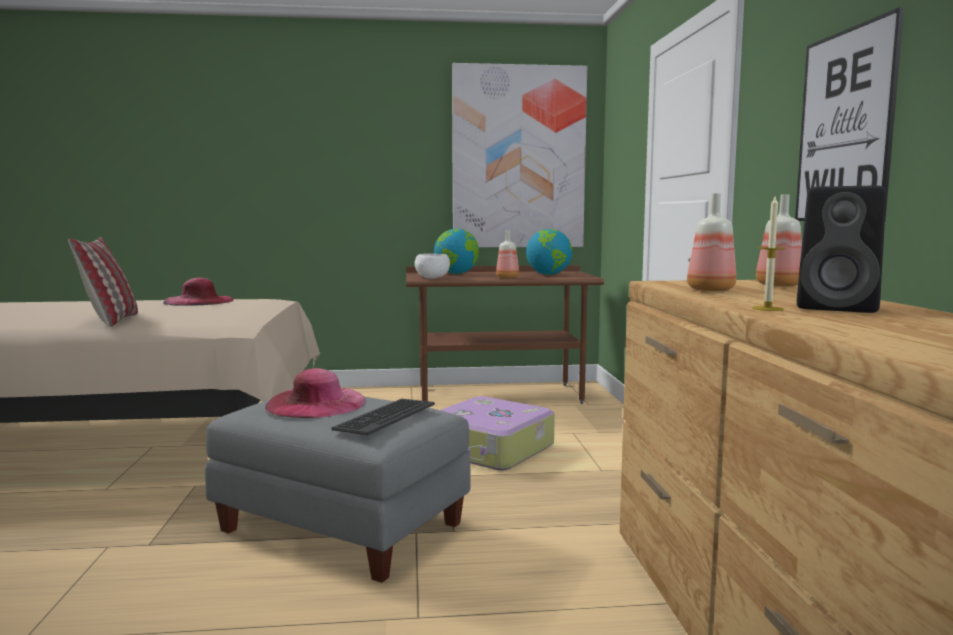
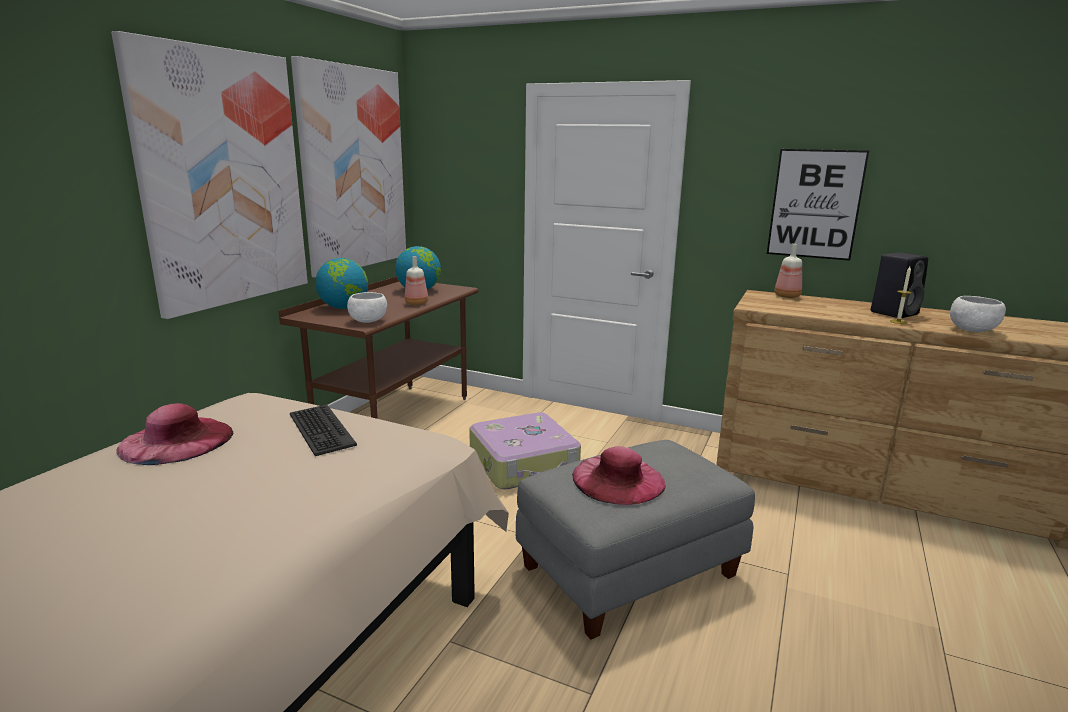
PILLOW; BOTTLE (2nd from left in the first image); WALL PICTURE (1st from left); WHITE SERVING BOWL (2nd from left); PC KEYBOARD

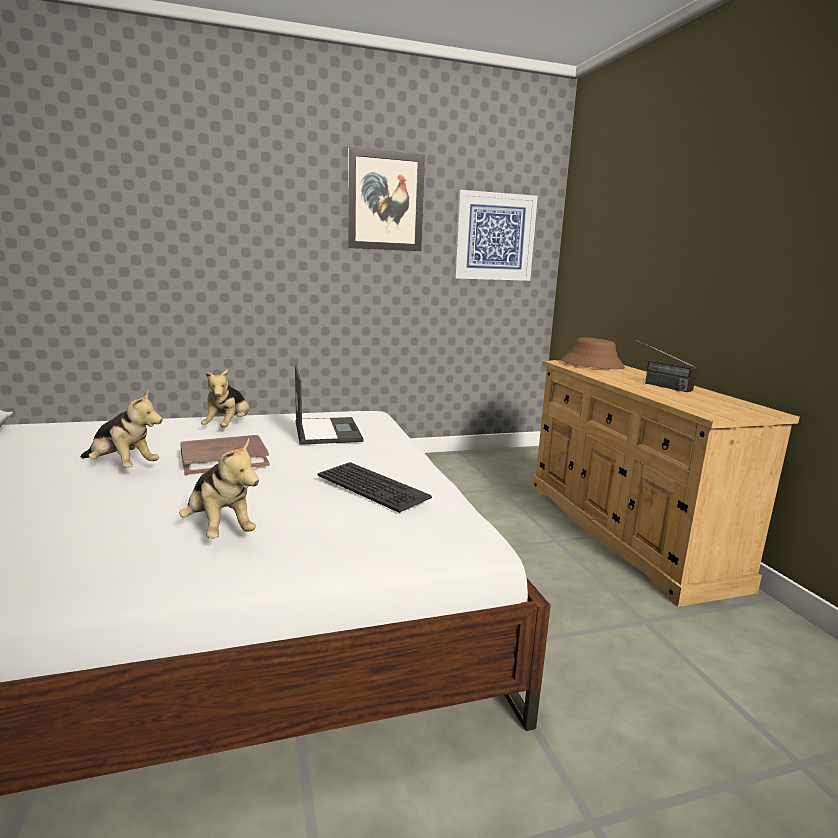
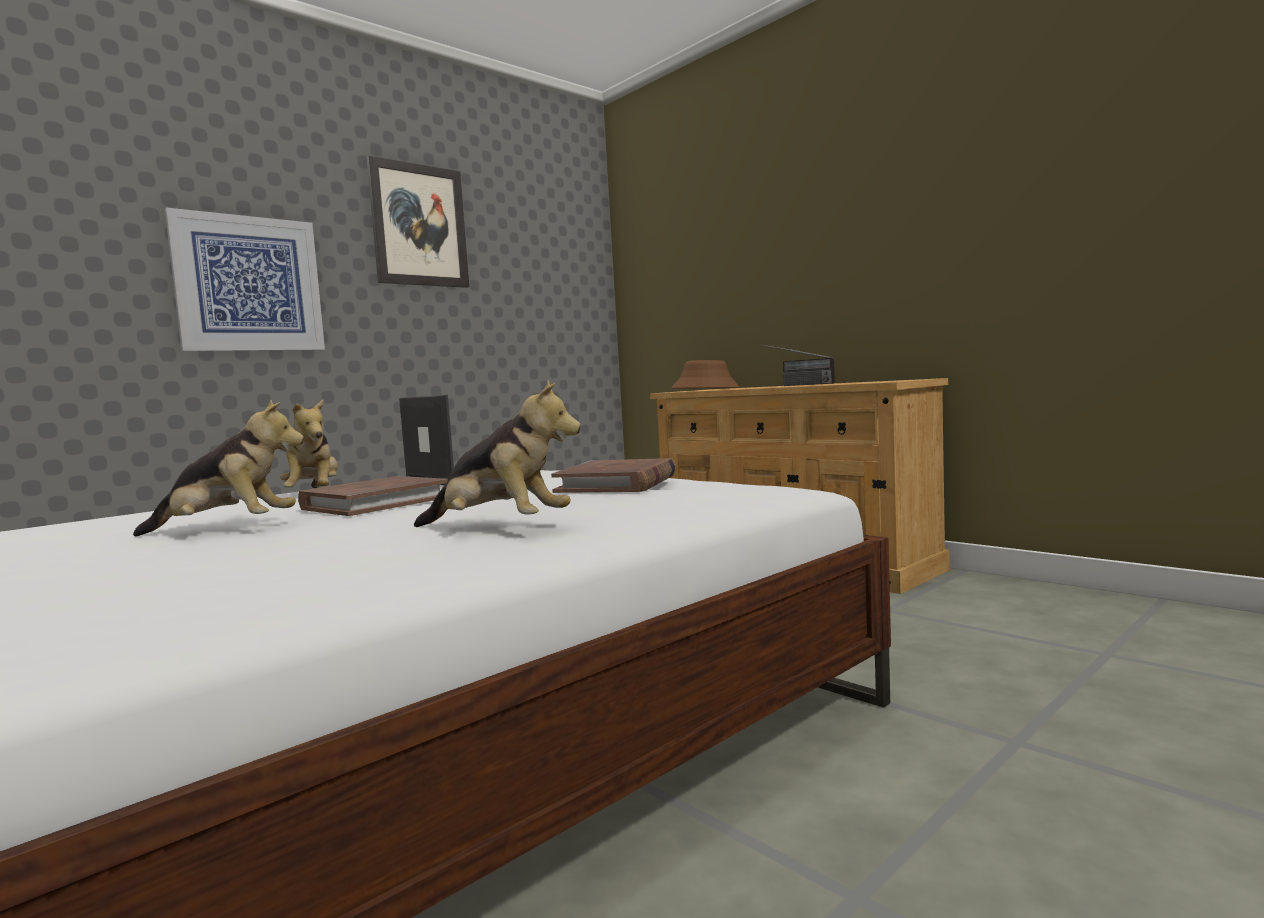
WALL PICTURE (1st from left); BROWNISH BOUND BOOK (2nd from left)

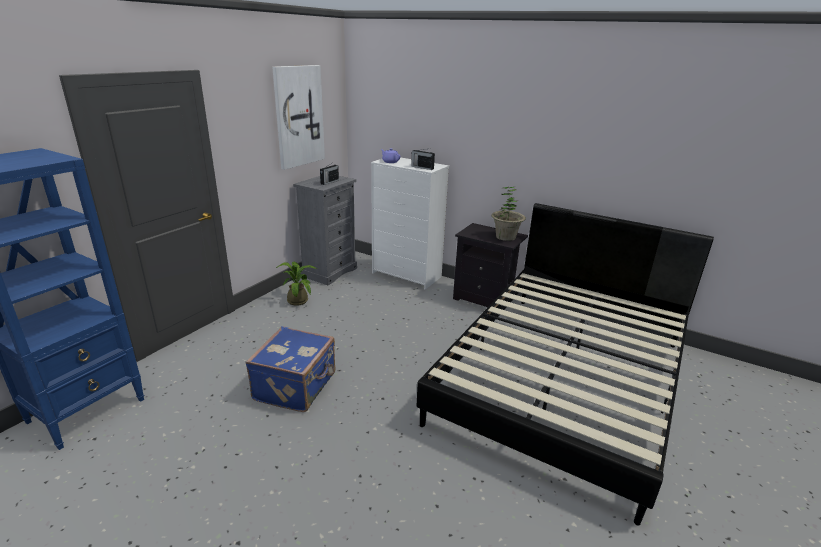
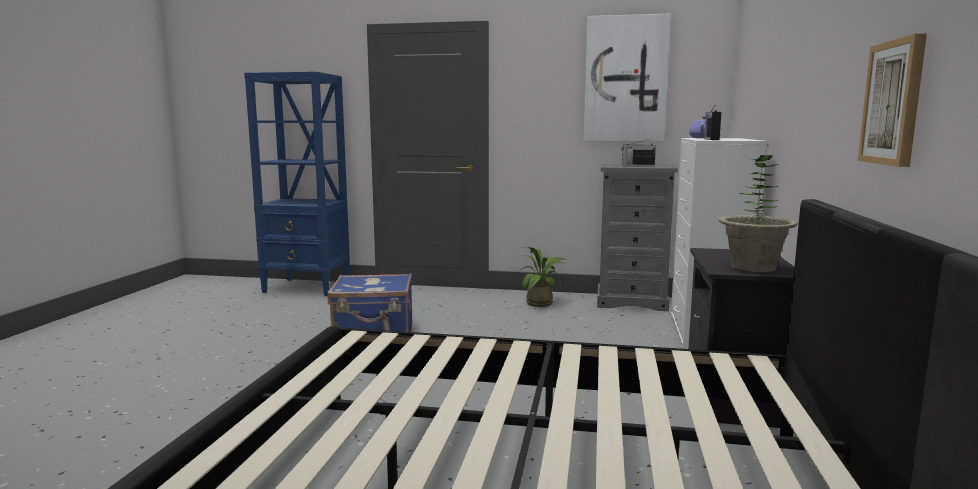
WALL PICTURE (2nd from left)

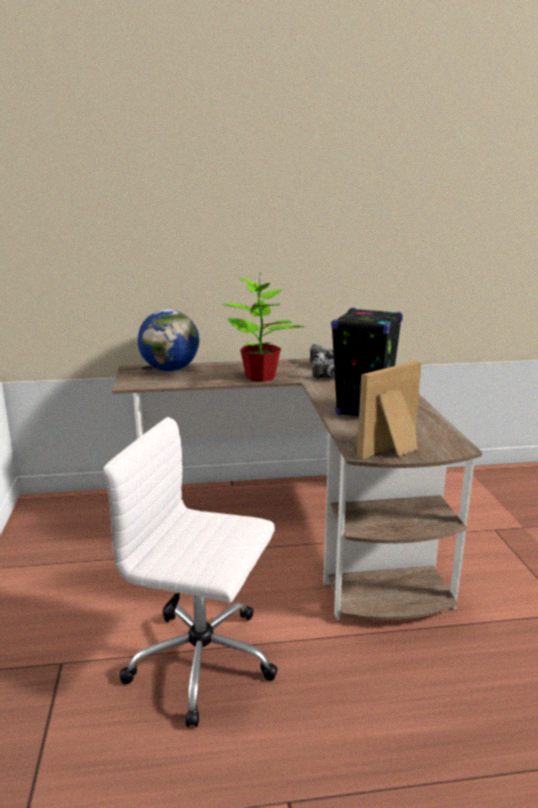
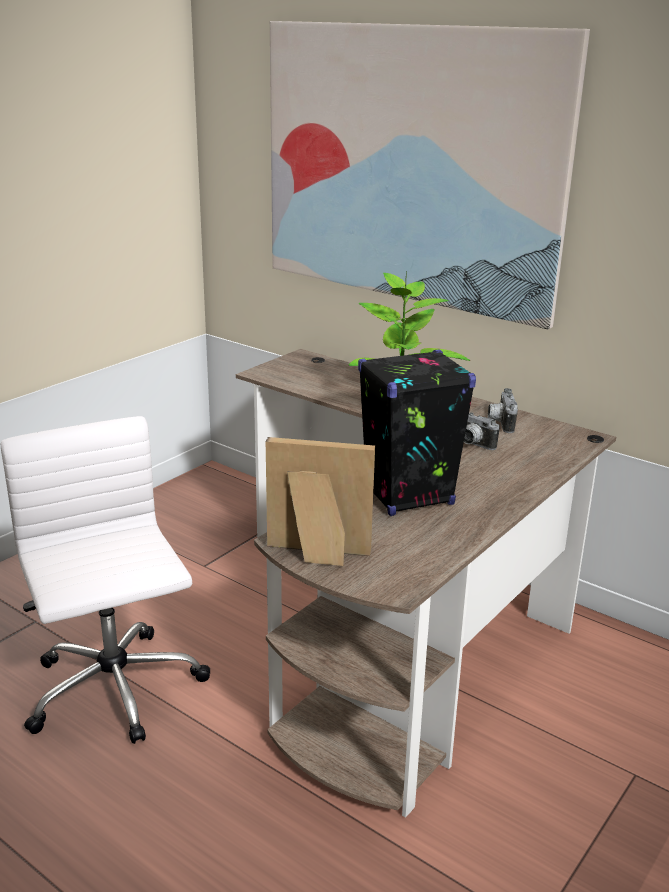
WORLD GLOBE; WALL PICTURE

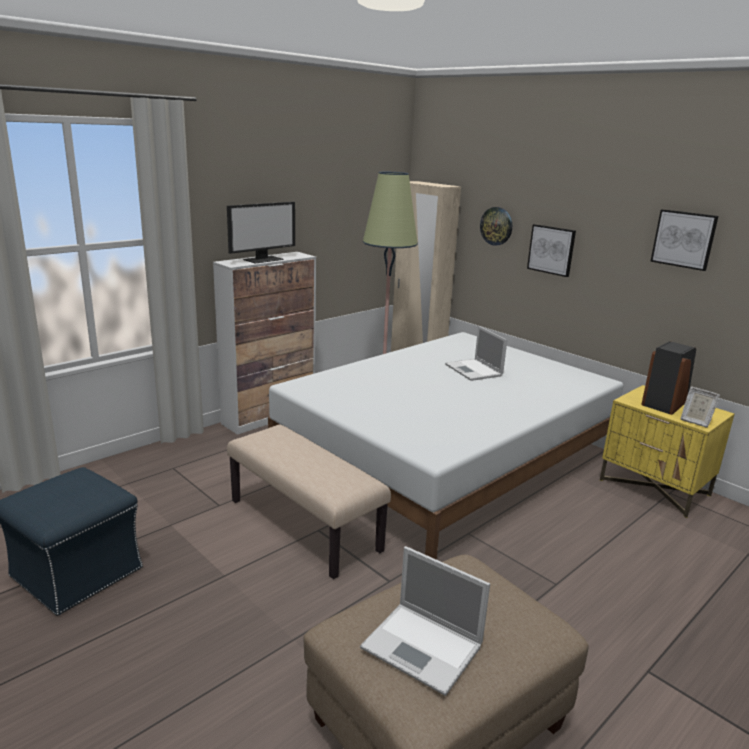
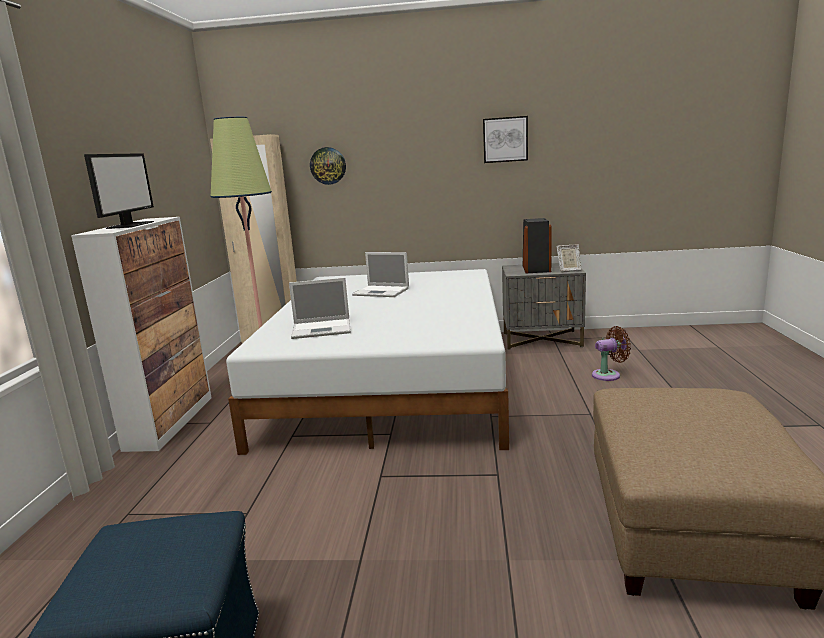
BEIGE-COLOURED INDOOR BENCH; WALL PICTURE (1st from left in the first image); BROWNISH ELECTRIC FAN; LAPTOP (1st from left); GRAY NIGHT TABLE

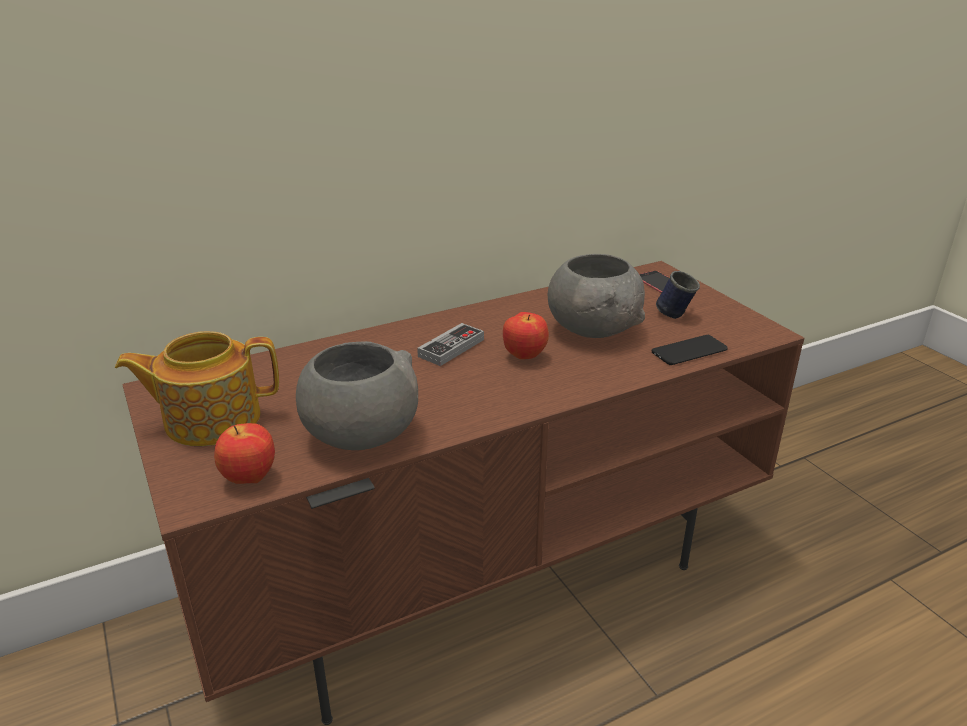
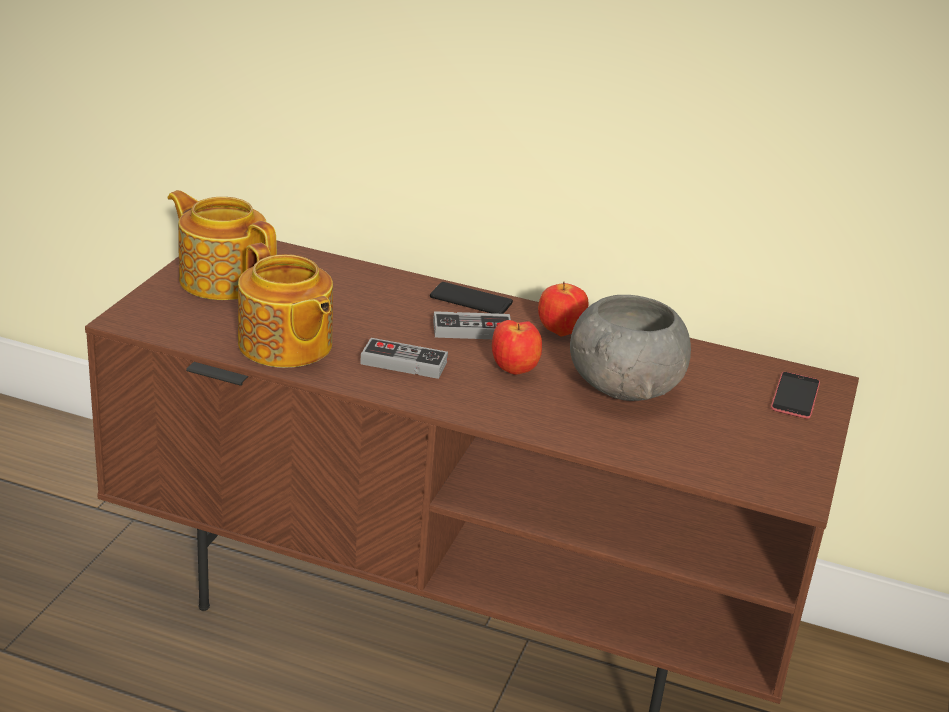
BLUE-COLOURED TEA MUG; GAMEPAD (1st from left); WHOLE APPLE (2nd from left); HANDSET (1st from left); POT FOR TEA (2nd from left)

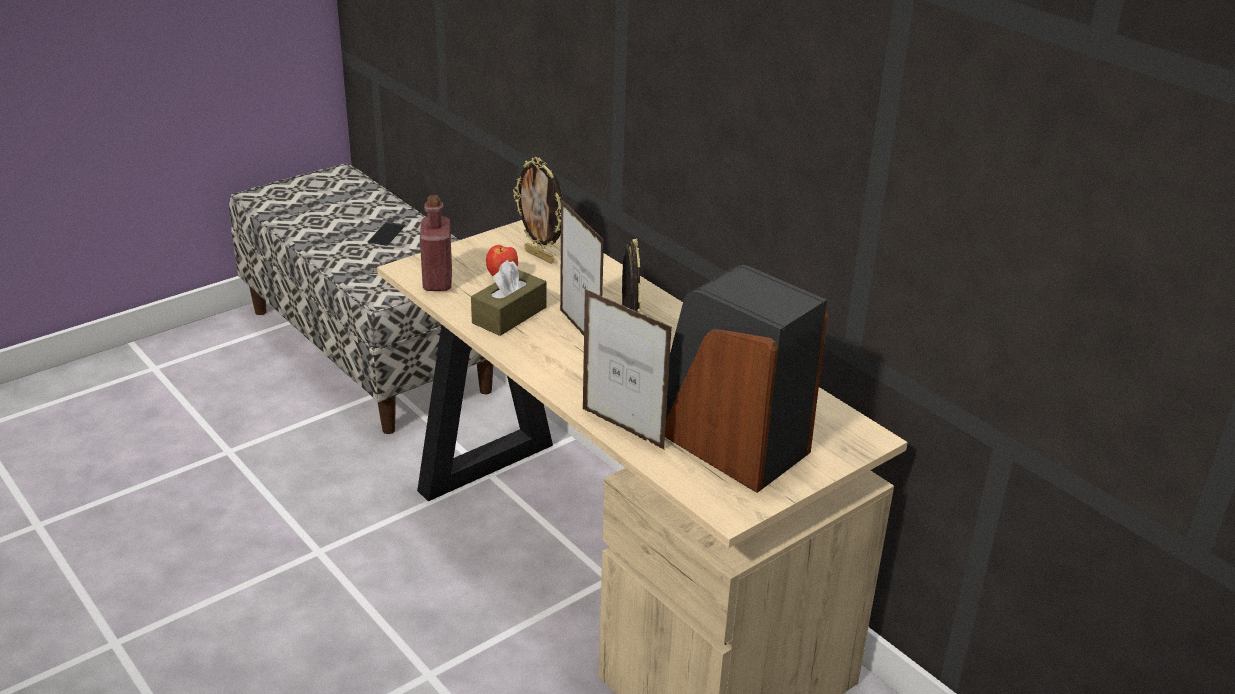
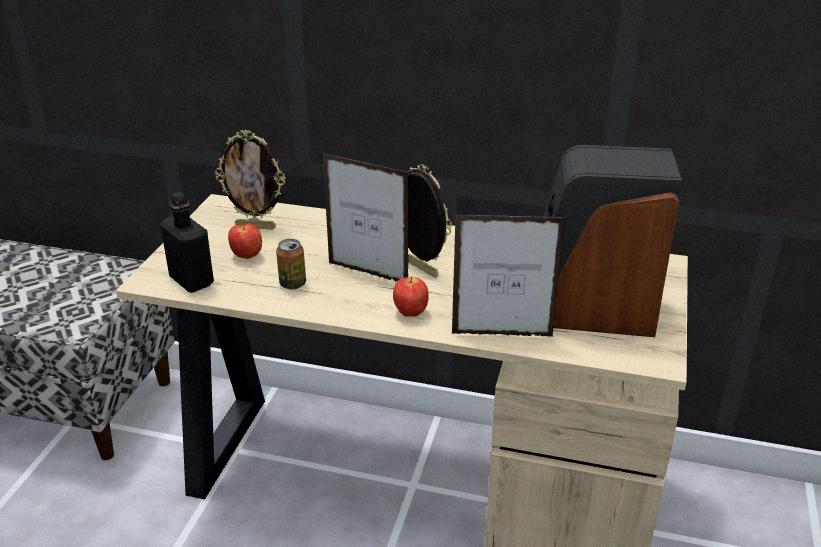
HANDSET; WHOLE APPLE (2nd from left); SEALED CAN; BLACKISH BOTTLE

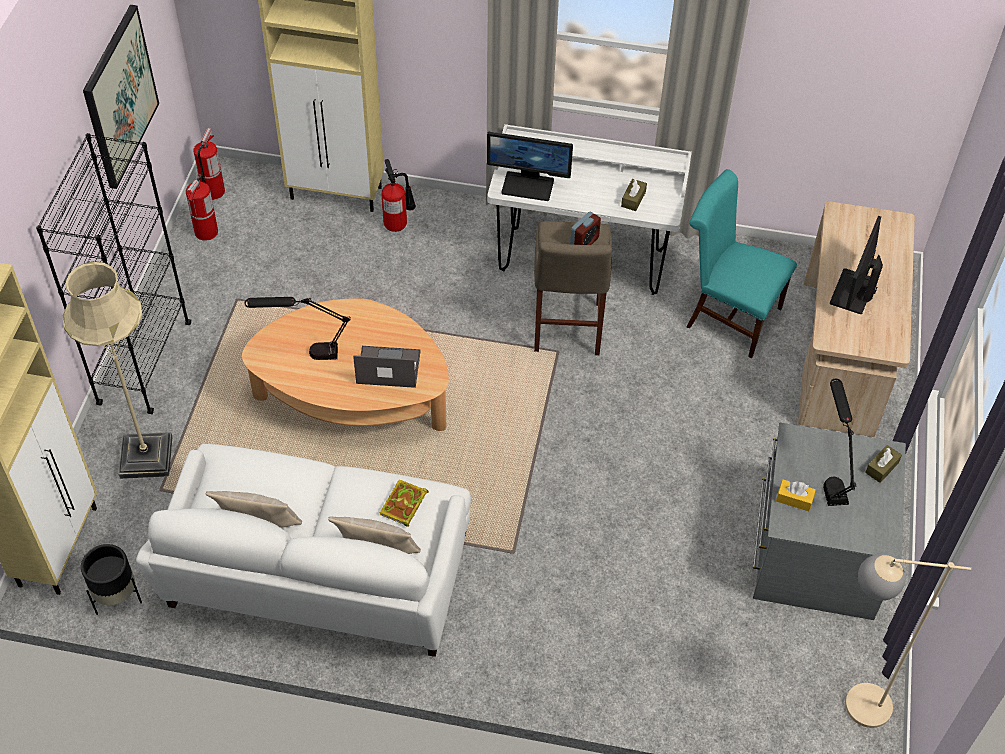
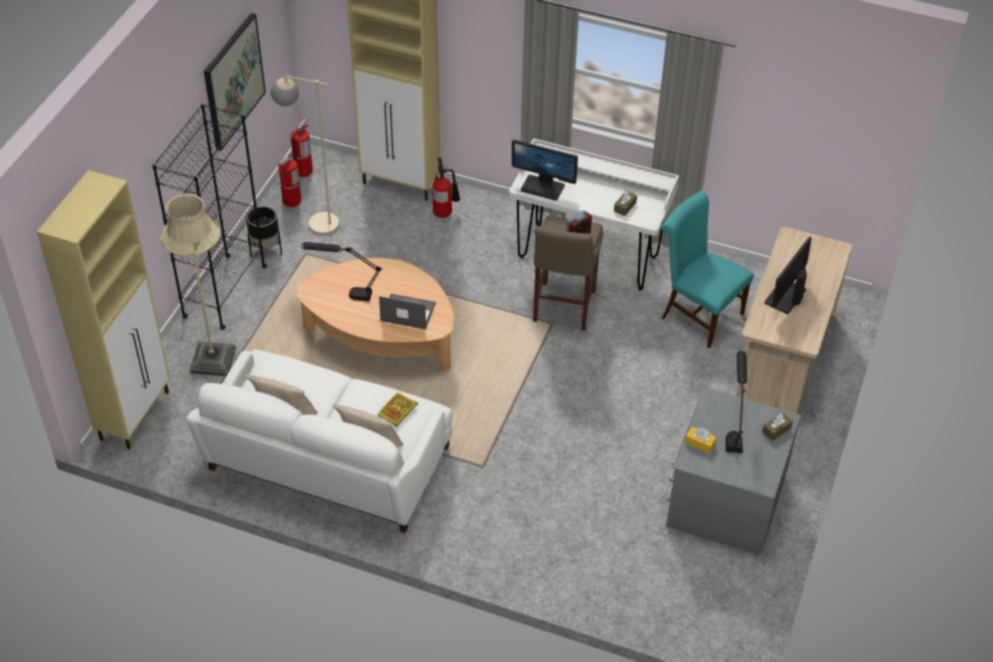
BLACKISH PLANT POT; BEIGE-COLOURED FLOOR LAMP (2nd from left)

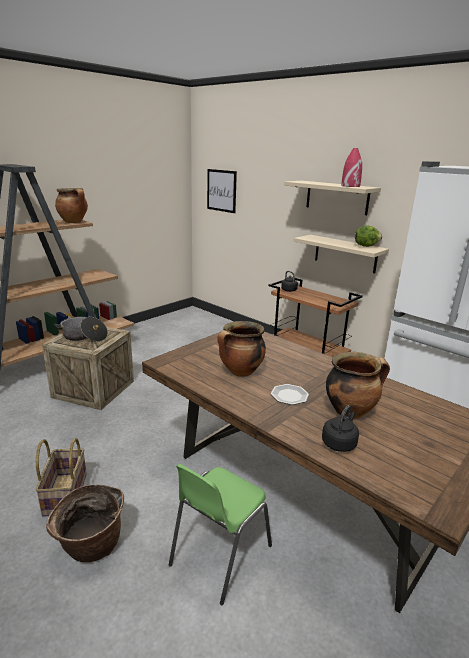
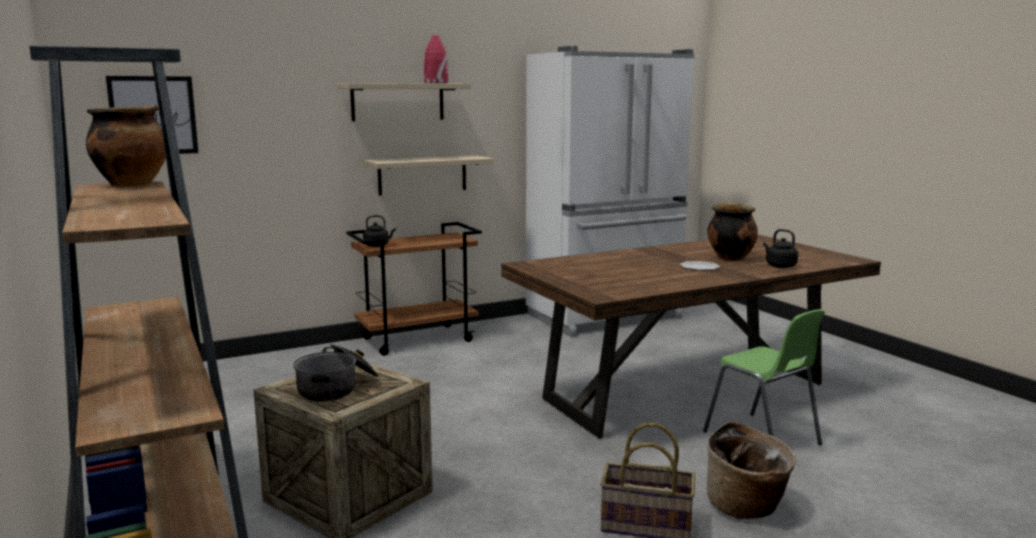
STOCKPOT (3rd from left in the first image); LETTUCE

